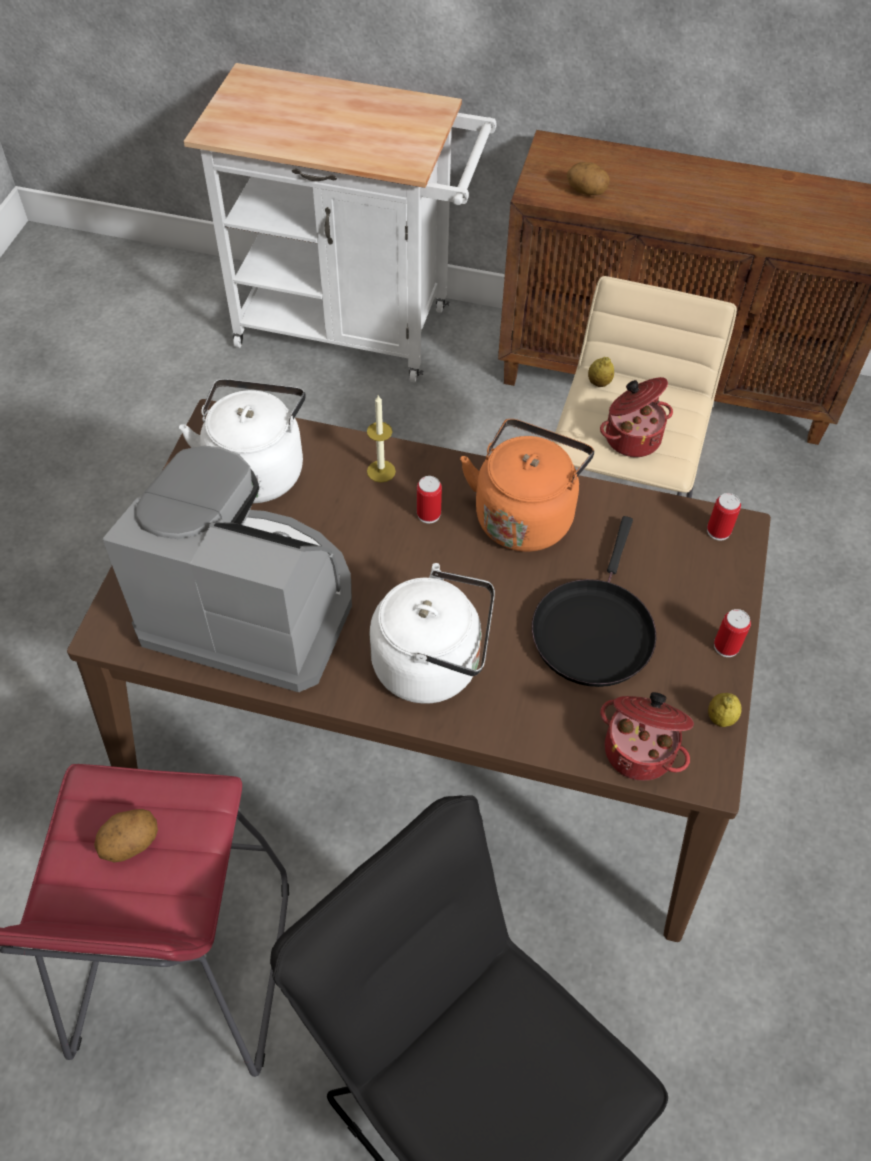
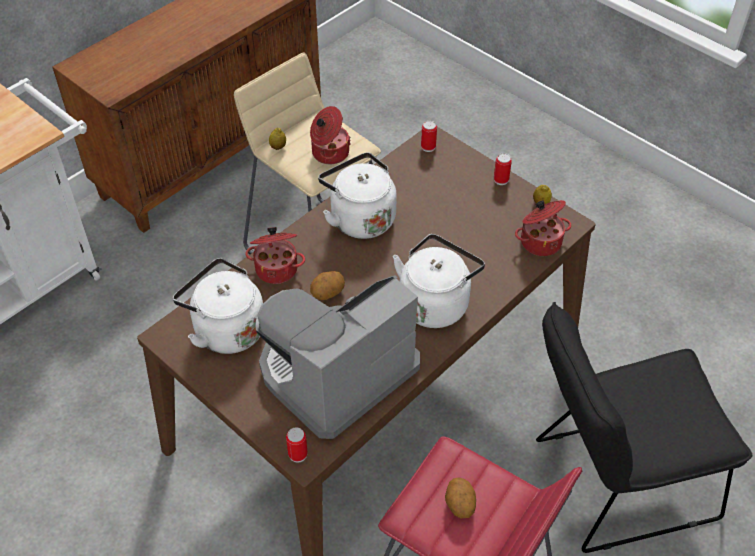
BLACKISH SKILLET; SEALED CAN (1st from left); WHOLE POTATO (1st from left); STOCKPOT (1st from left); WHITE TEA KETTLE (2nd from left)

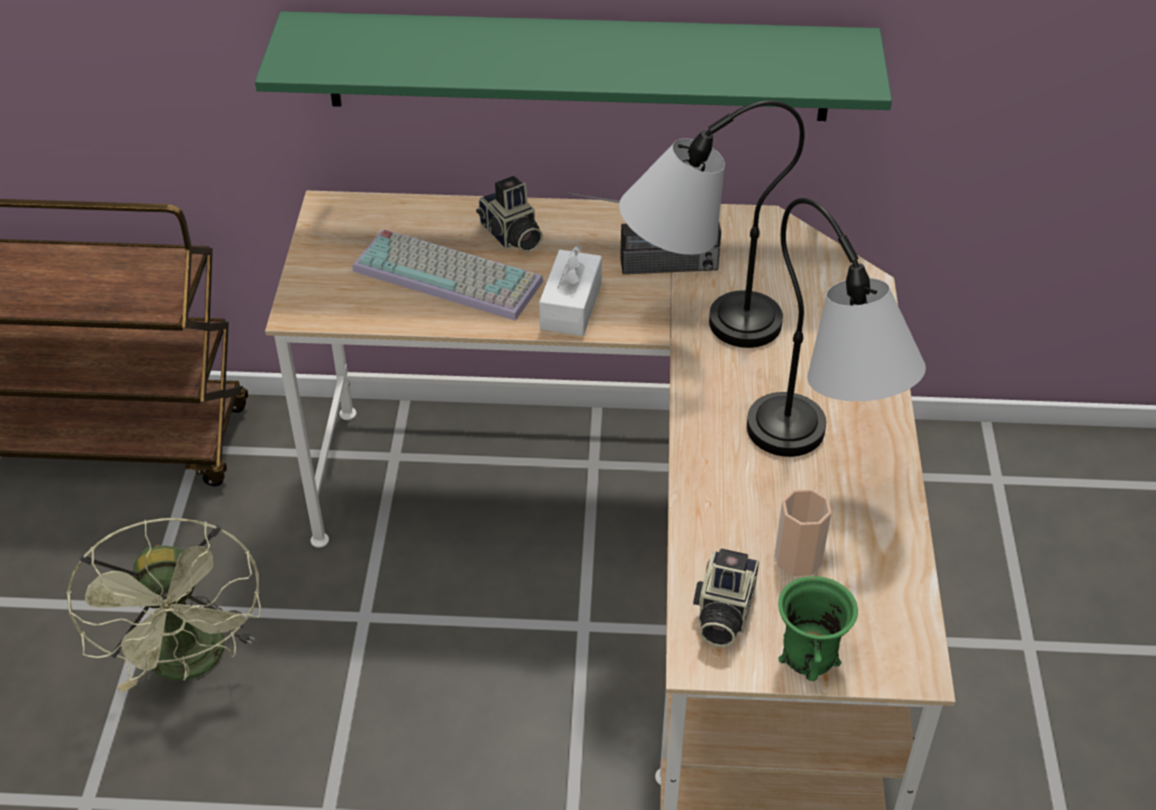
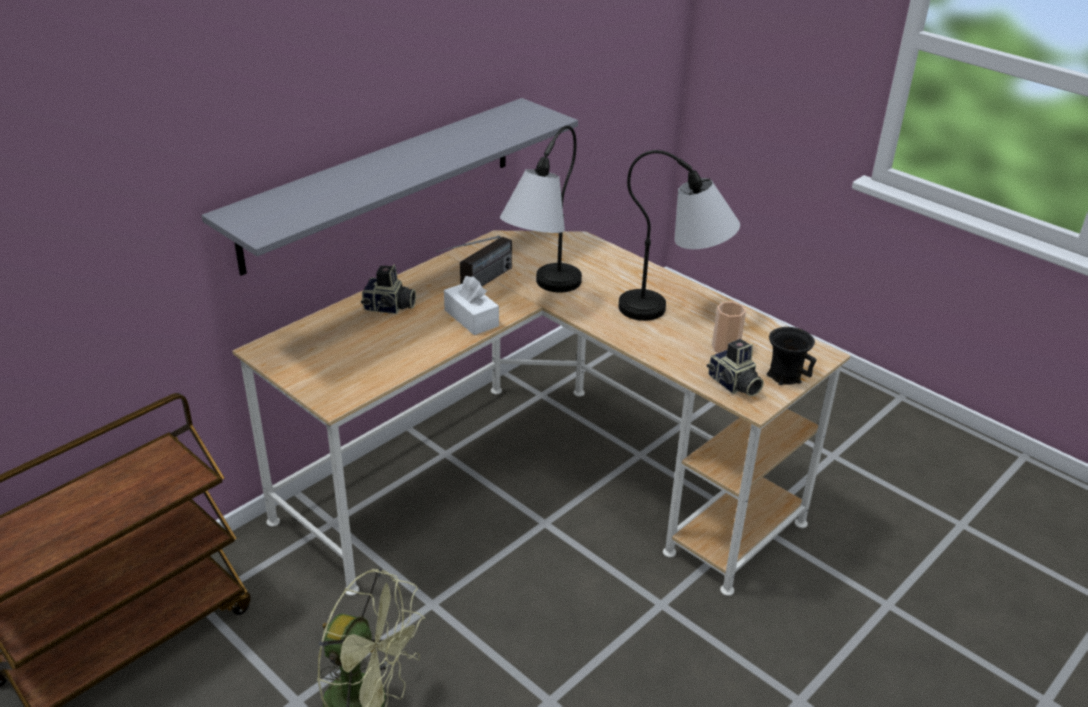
PC KEYBOARD; GRAY BRACKET SHELF; BLACKISH TEA MUG

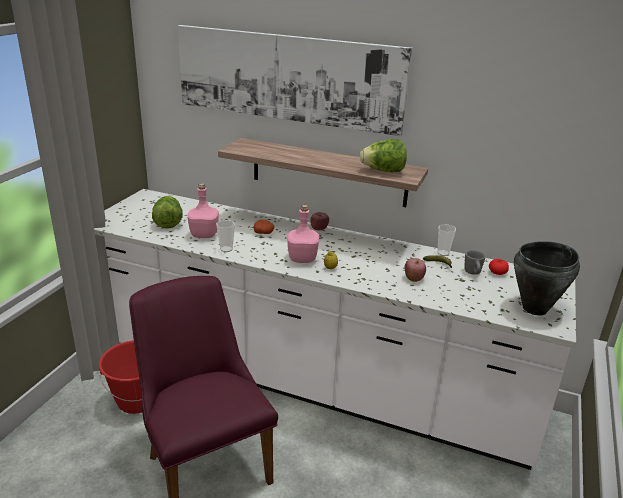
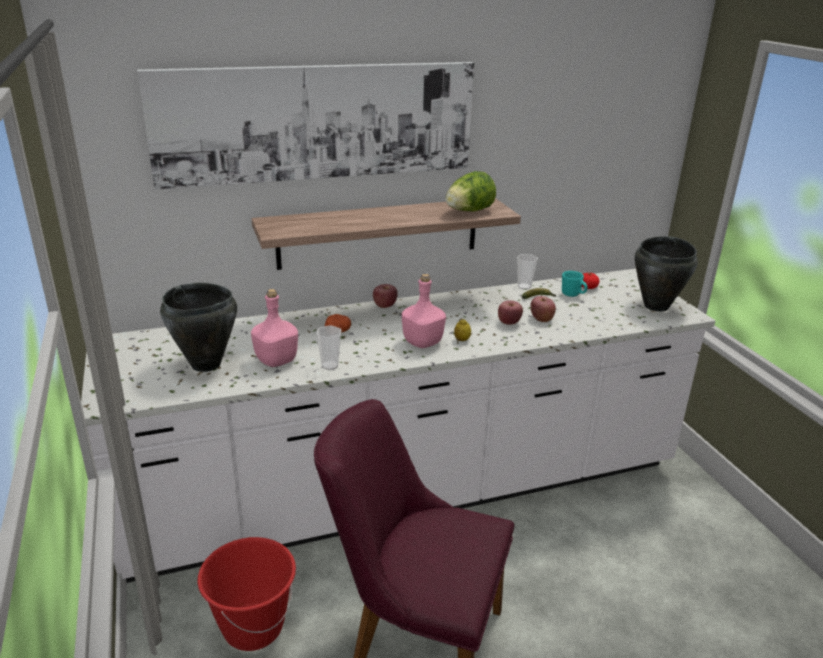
WHOLE APPLE (2nd from left); BLACKISH STOCKPOT (1st from left); TURQUOISE-COLOURED TEA MUG

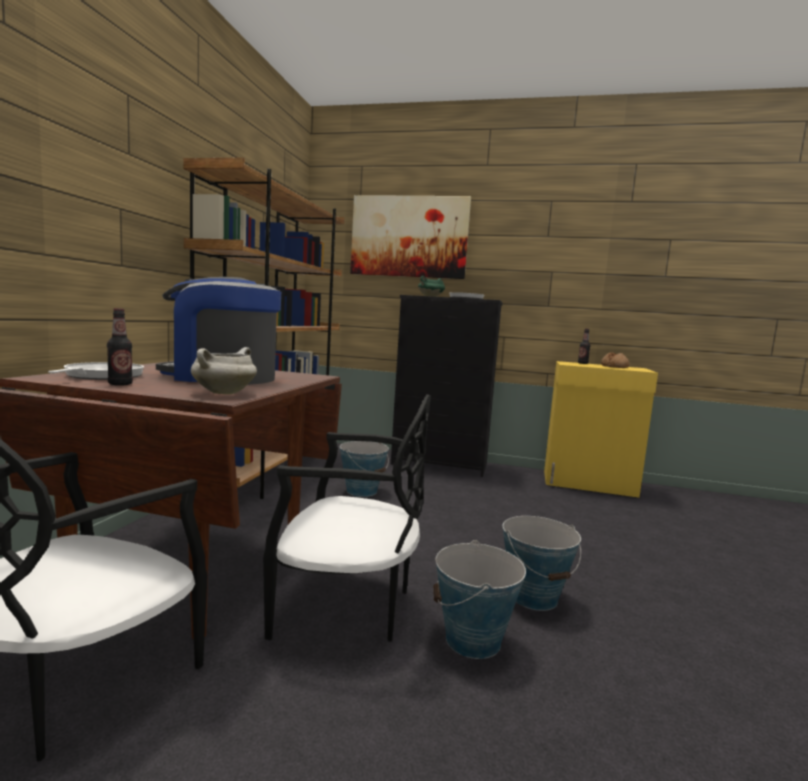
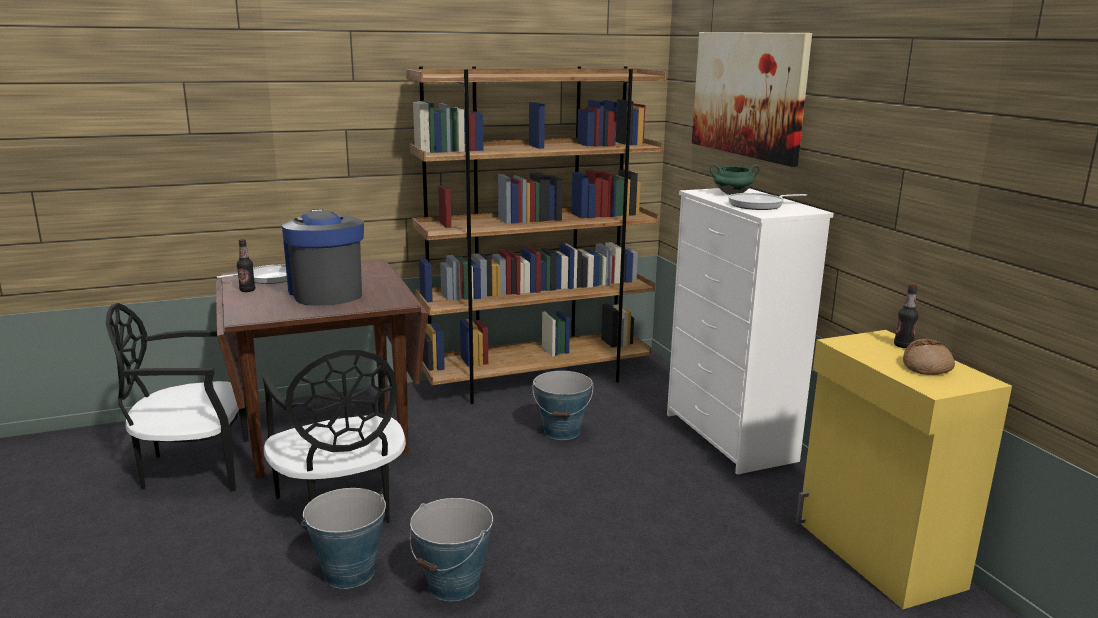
WHITE STOCKPOT; WHITE CHEST OF DRAWERS

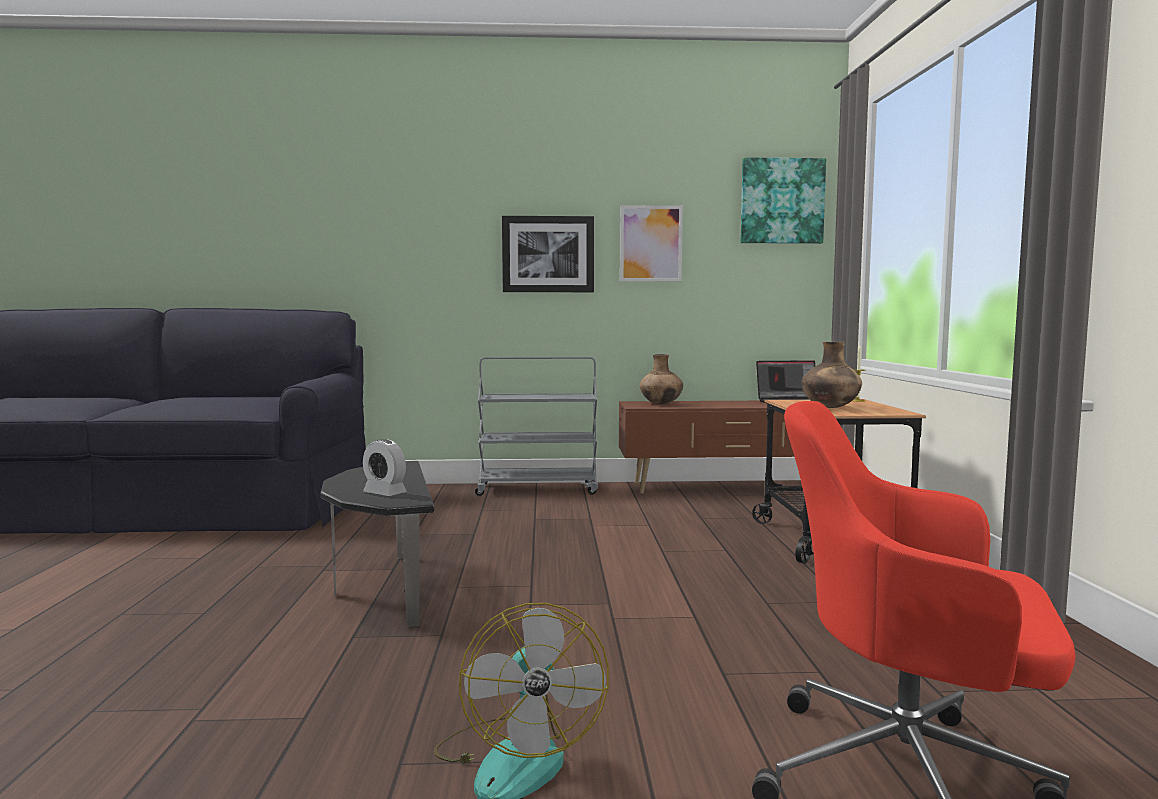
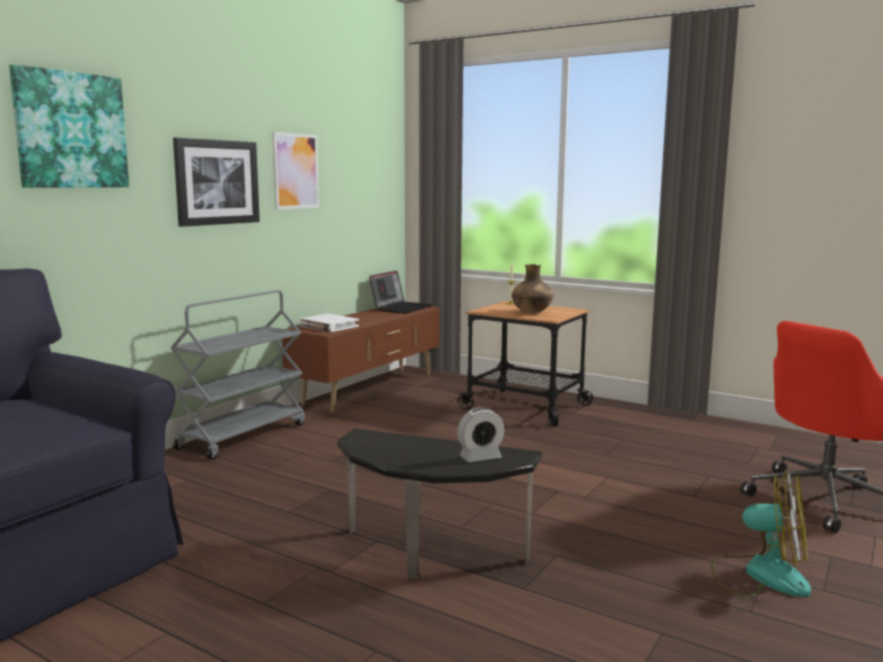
WALL PICTURE (1st from left); WHITE BOUND BOOK

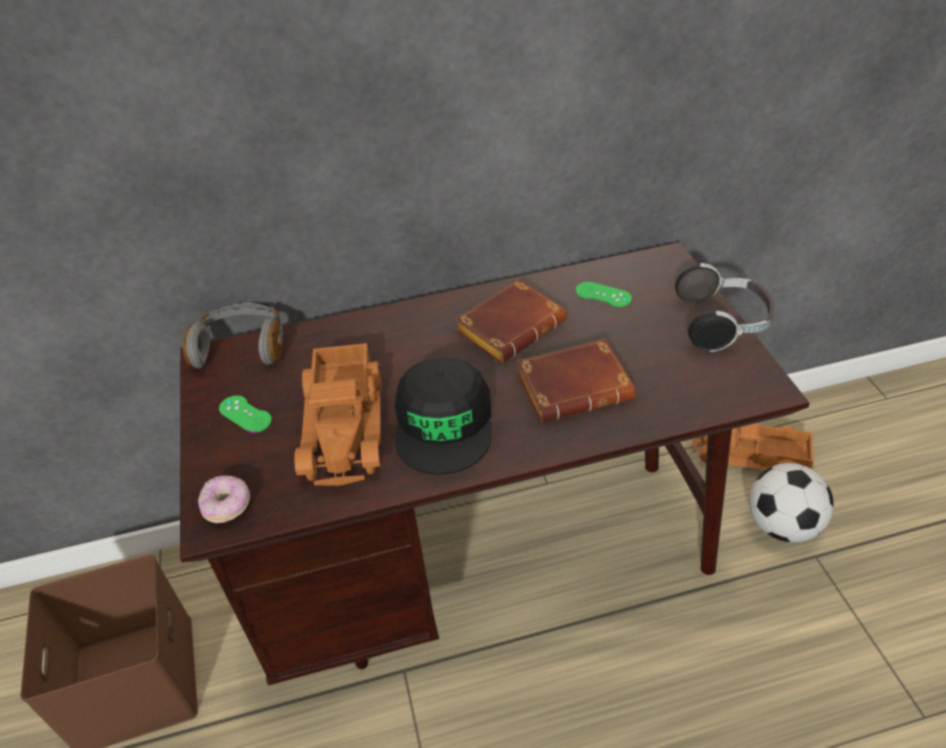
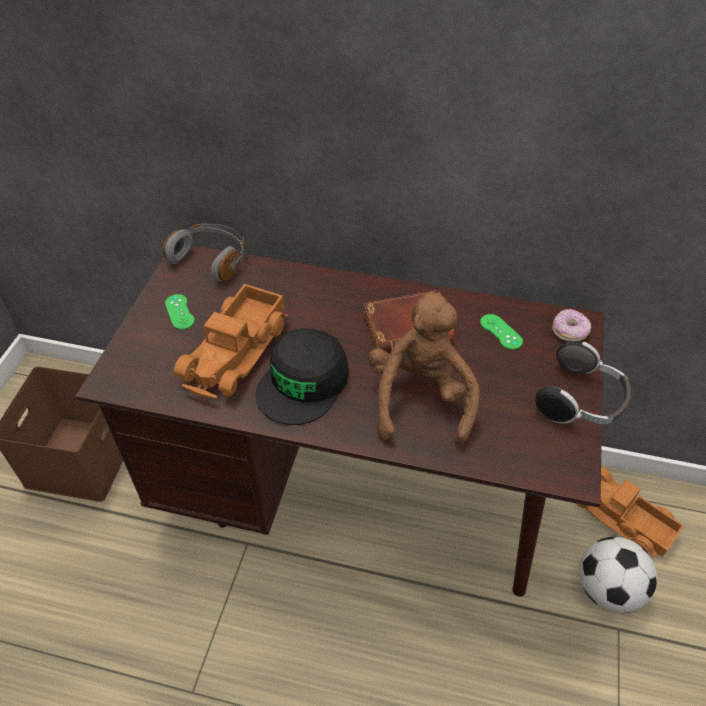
DONUT; BROWNISH CUDDLY TOY

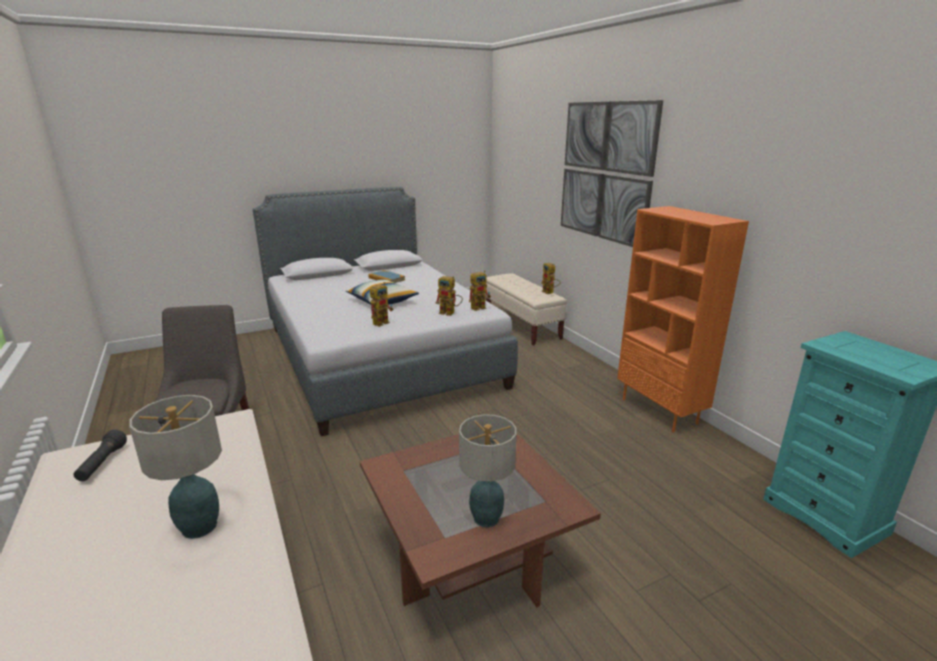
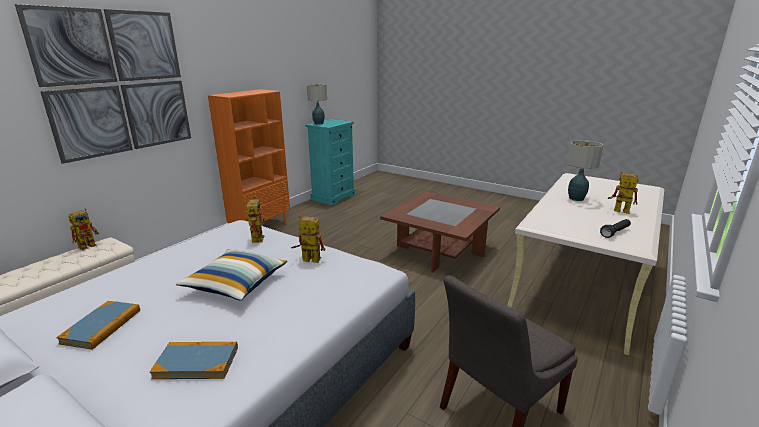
BOUND BOOK (2nd from left); TABLETOP LAMP (1st from left); ROBOT FIGURE (4th from left)

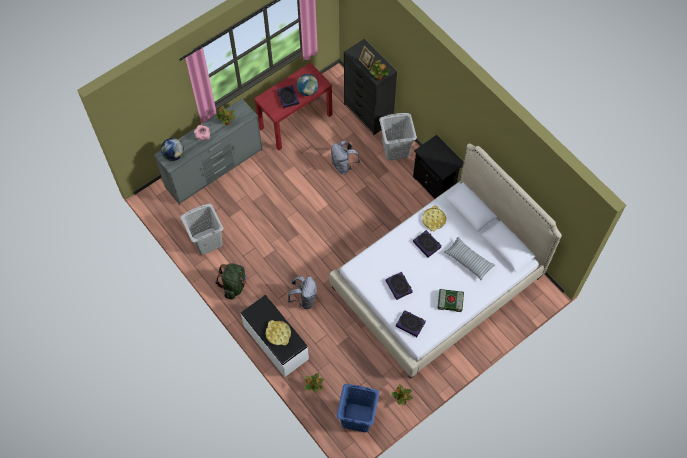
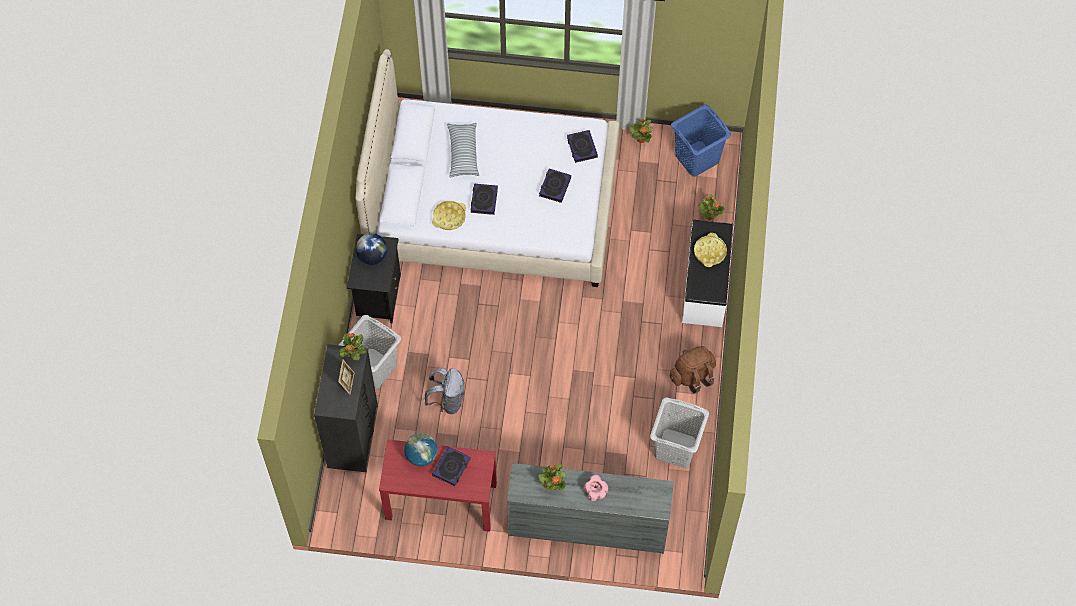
GRAY KNAPSACK (1st from left in the first image); BOUND BOOK (5th from left in the first image); WORLD GLOBE (1st from left); BROWNISH KNAPSACK

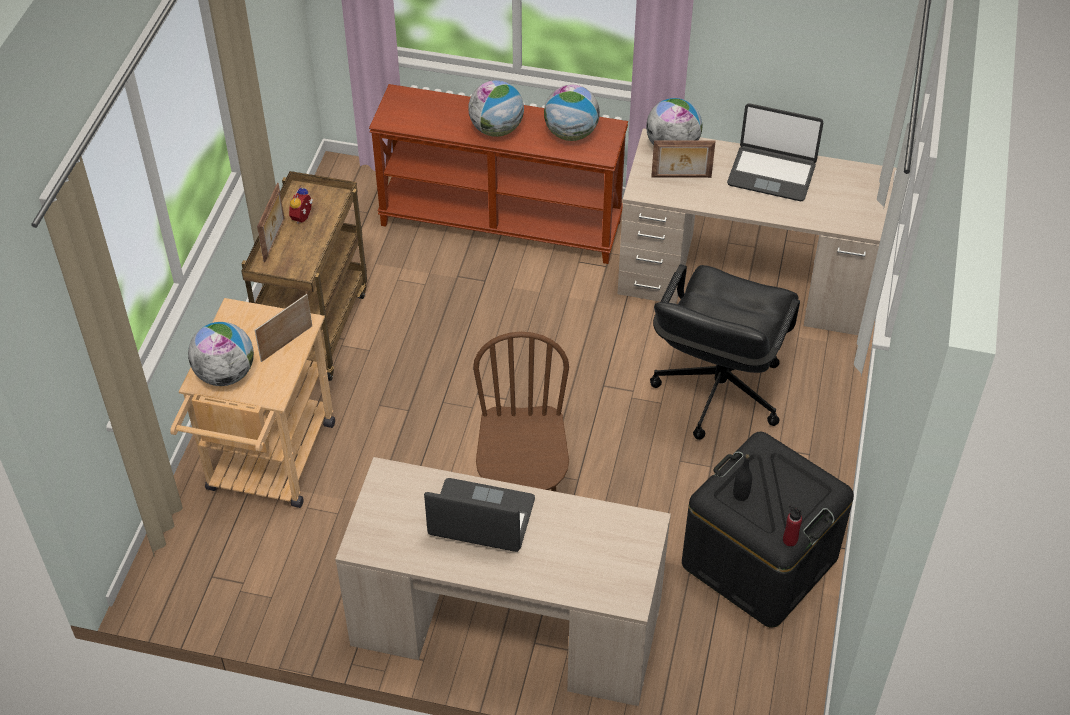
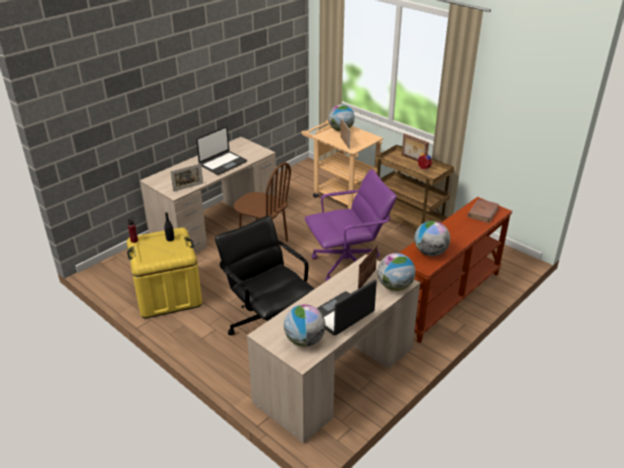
PHOTO FRAME (1st from left); PURPLISH OFFICE CHAIR; BROWNISH BOUND BOOK; WORLD GLOBE (1st from left); YELLOW STORAGE BIN

